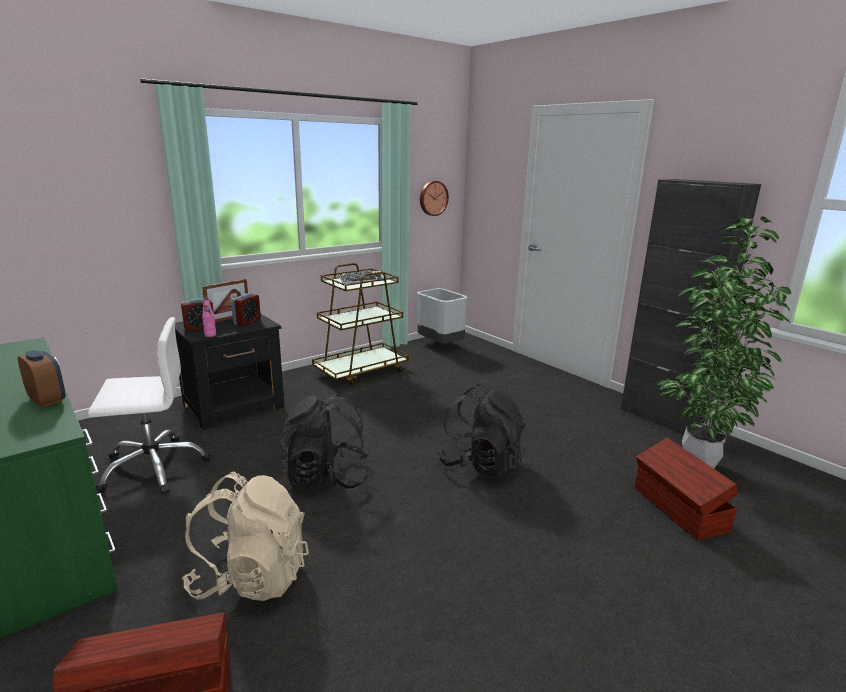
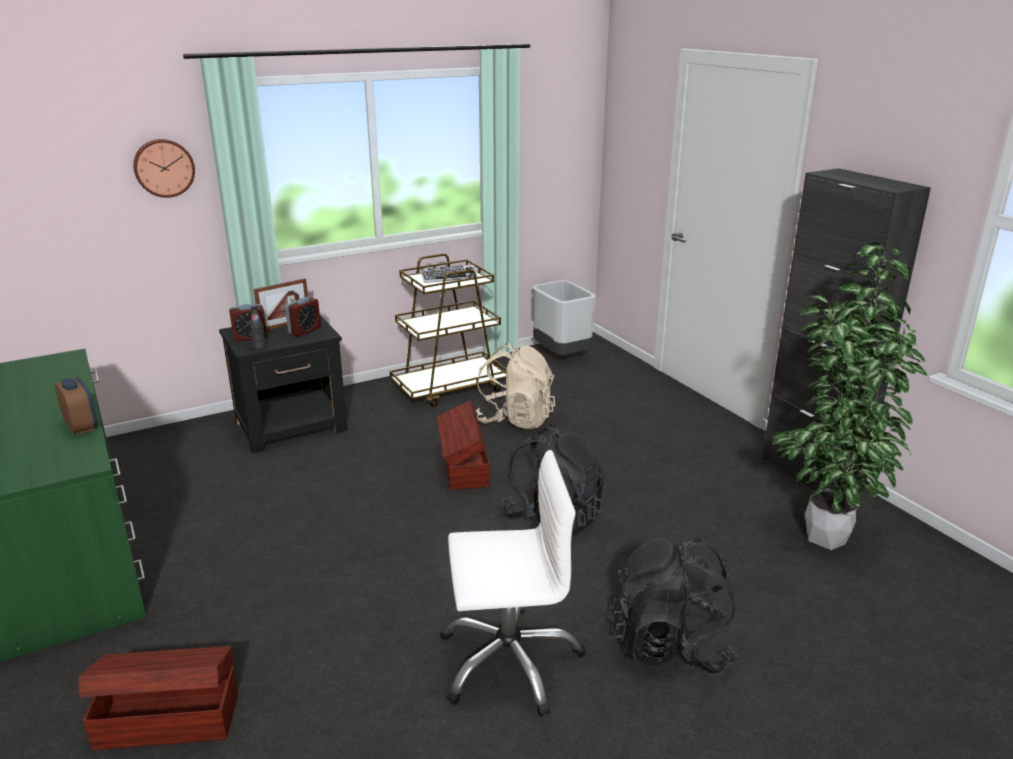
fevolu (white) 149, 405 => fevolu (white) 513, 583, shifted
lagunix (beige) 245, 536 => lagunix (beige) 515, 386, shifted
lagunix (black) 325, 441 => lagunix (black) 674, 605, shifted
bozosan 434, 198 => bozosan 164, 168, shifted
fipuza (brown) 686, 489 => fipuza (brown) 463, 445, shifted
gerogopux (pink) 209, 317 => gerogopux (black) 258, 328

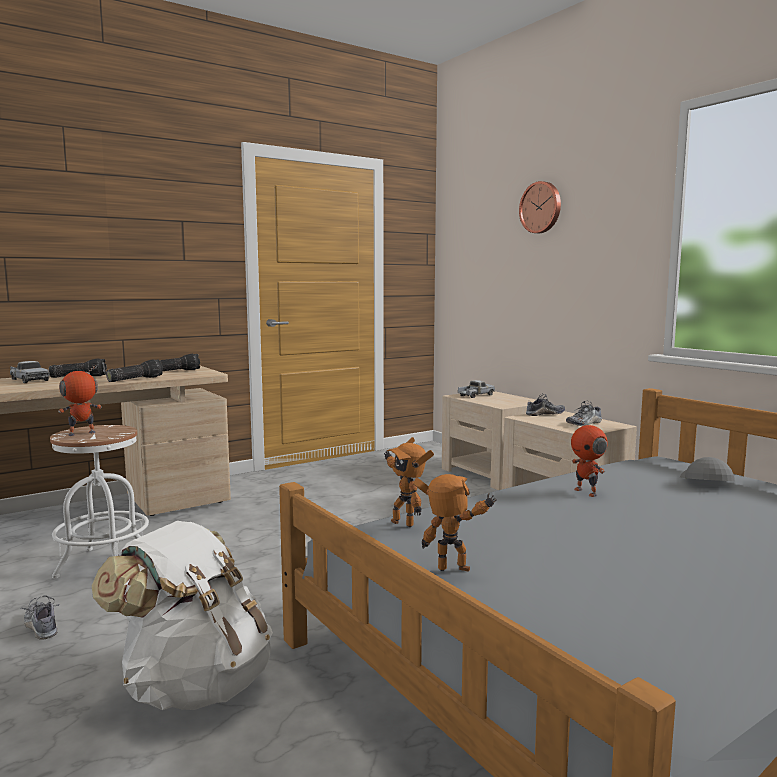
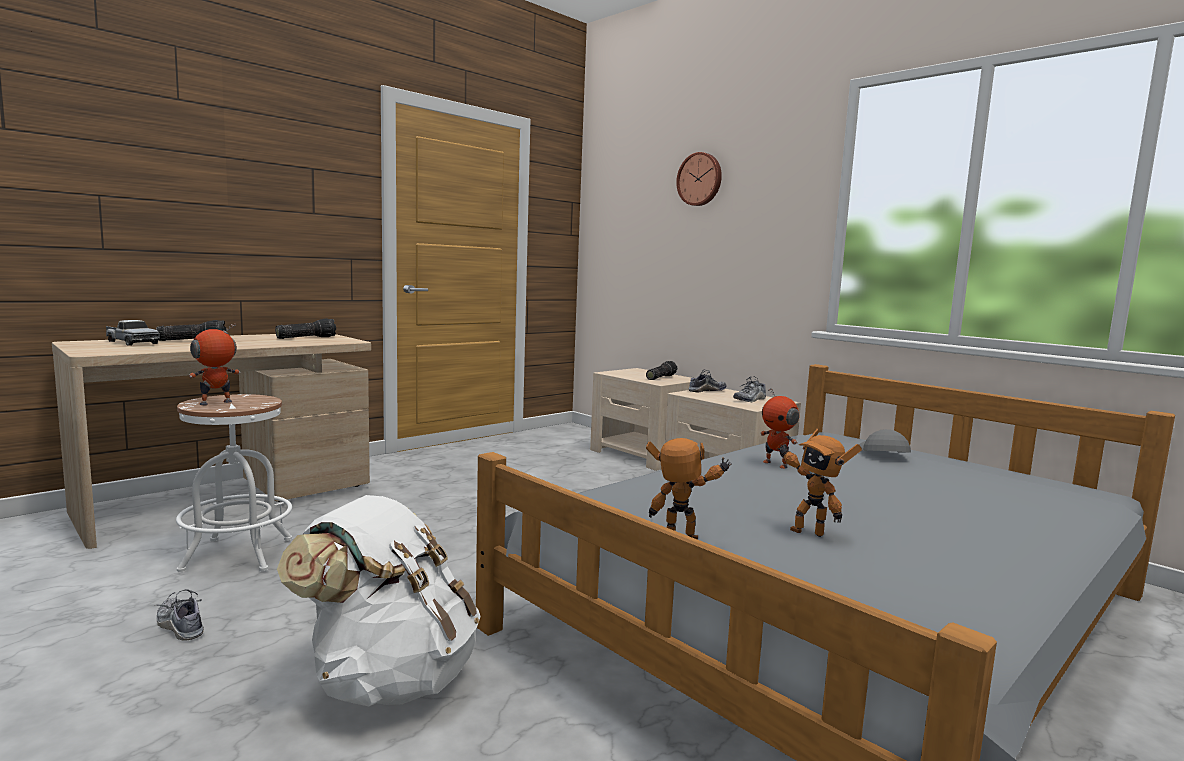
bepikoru 476, 389 => nothing
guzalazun 134, 370 => guzalazun 661, 370, shifted
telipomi 409, 482 => telipomi 820, 483, shifted

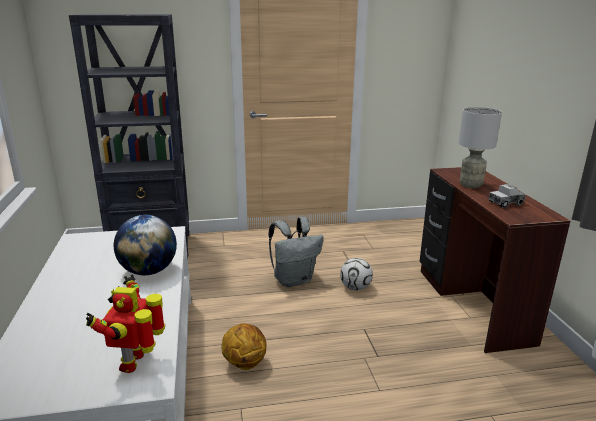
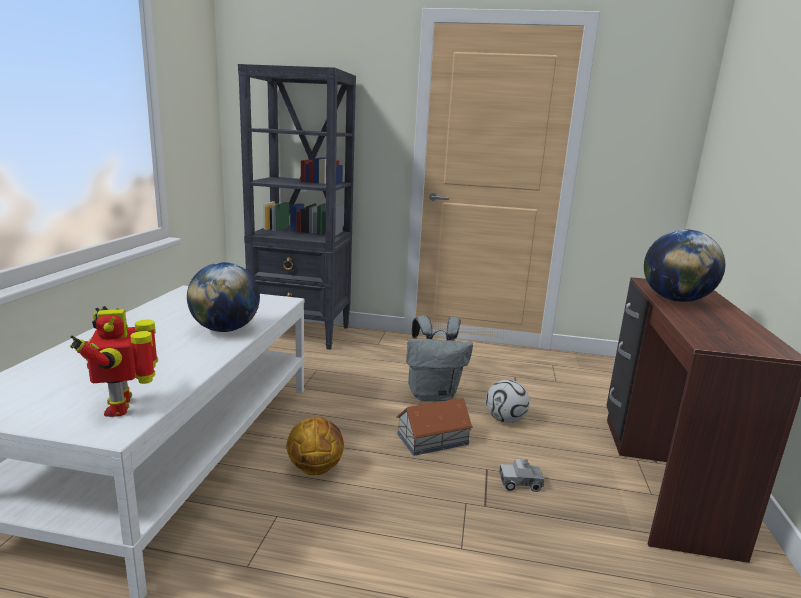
nothing => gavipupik 434, 427
bepikoru 507, 196 => bepikoru 521, 475, shifted
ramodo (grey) 480, 147 => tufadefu 684, 265
telipomi 125, 323 => telipomi 114, 361, 45 degrees counterclockwise

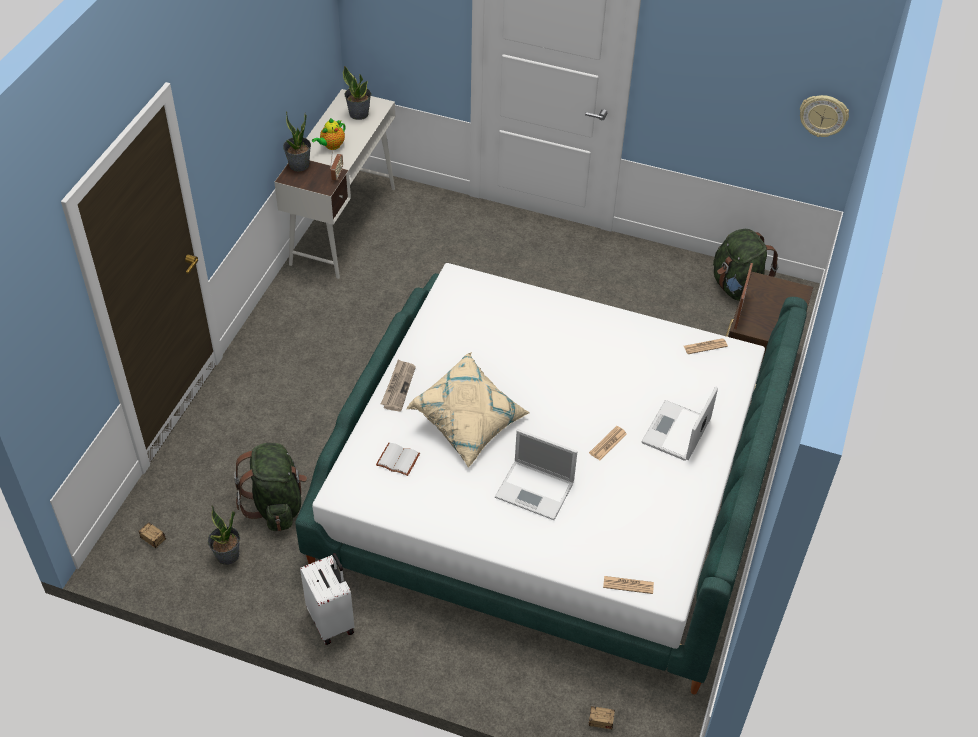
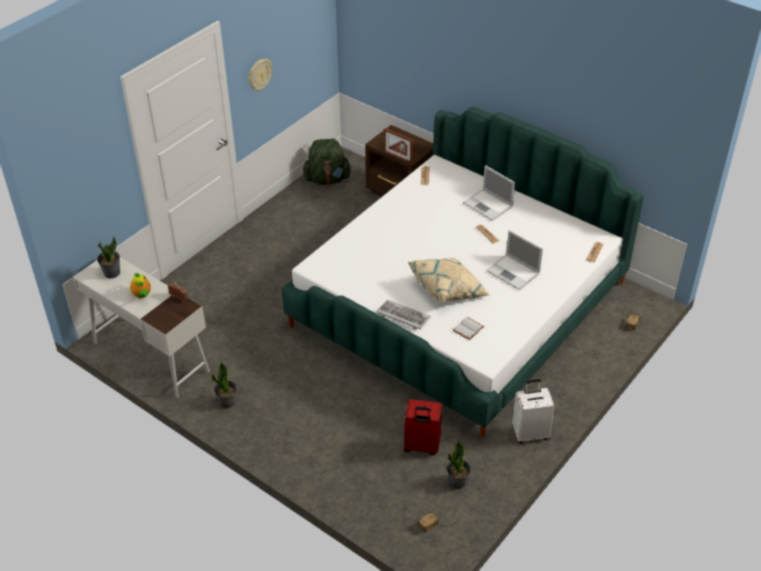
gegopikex 297, 141 => gegopikex 224, 385, shifted
bozosan 824, 116 => bozosan 260, 74, shifted
lagunix (green) 270, 487 => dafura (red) 423, 427
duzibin 398, 385 => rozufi 403, 315
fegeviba 536, 474 => fegeviba 514, 260, 90 degrees clockwise

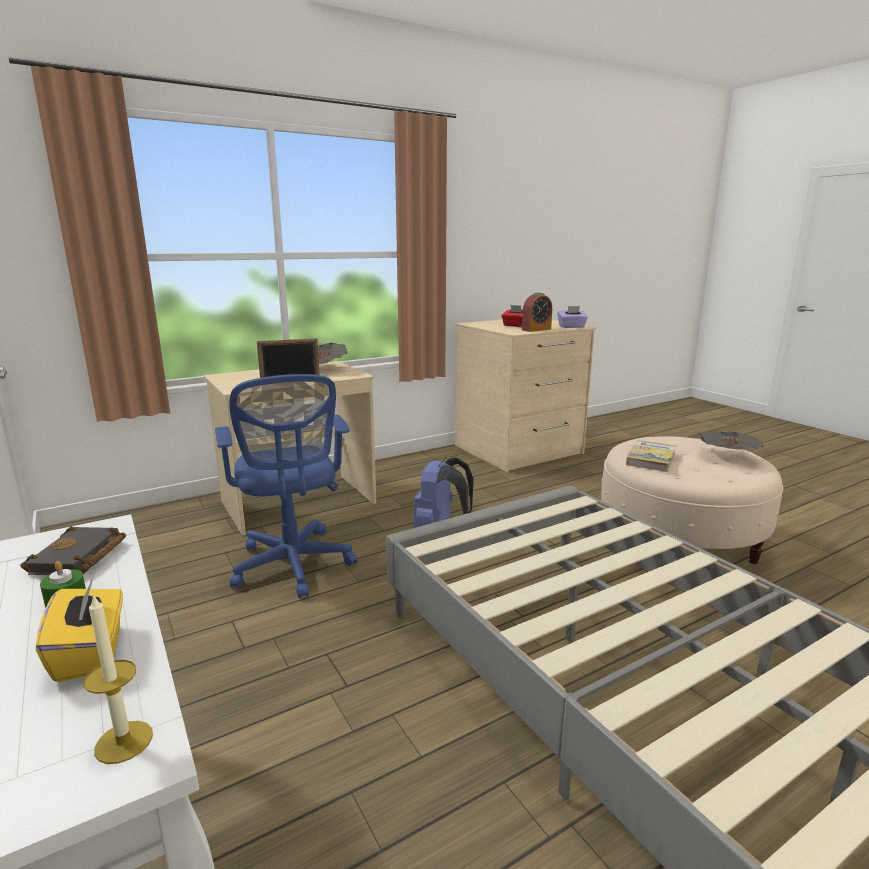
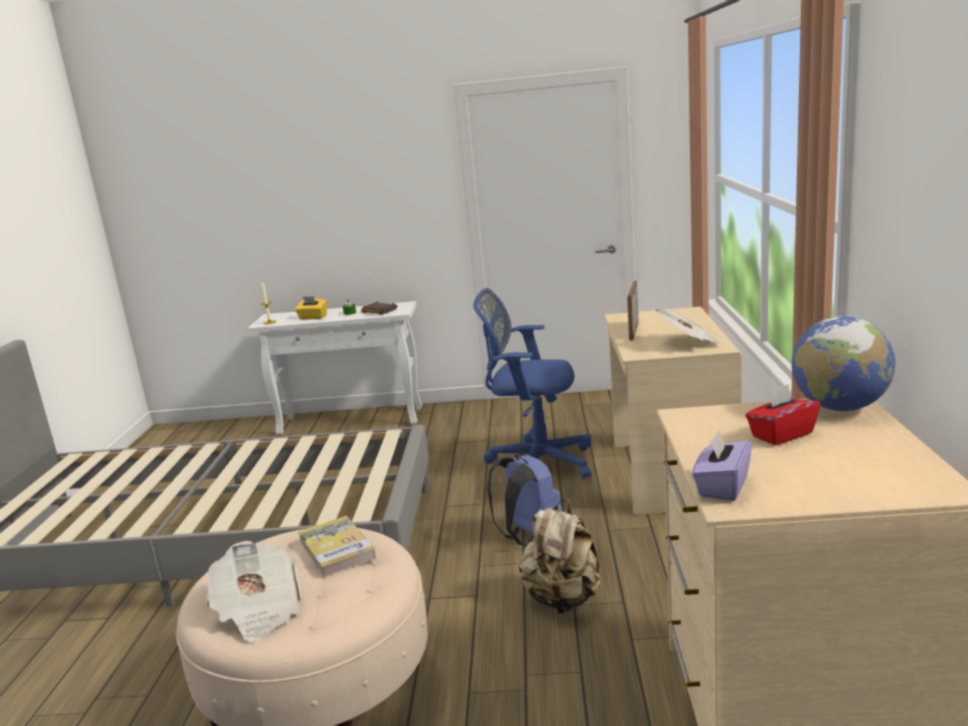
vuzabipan 537, 312 => nothing
nothing => lagunix (beige) 560, 556
nothing => tufadefu 843, 363

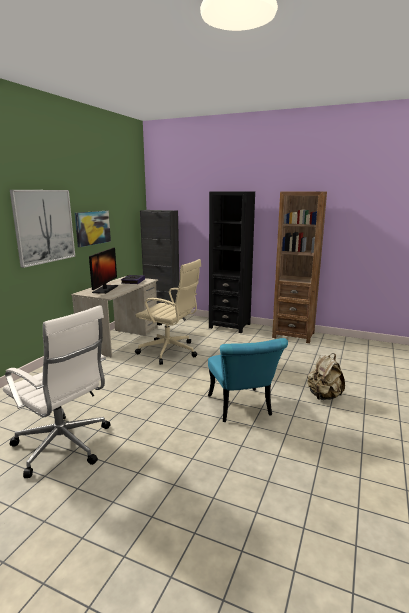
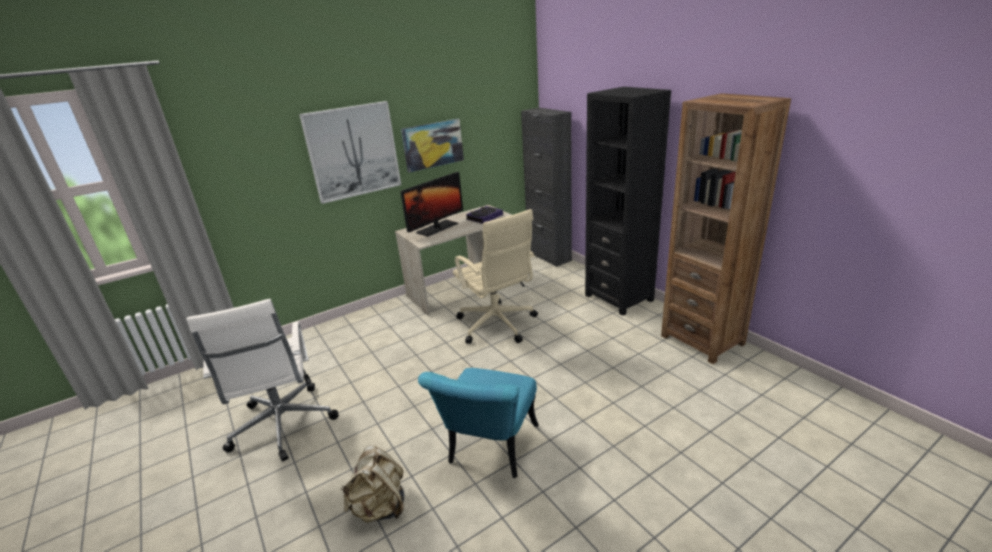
lagunix (beige) 326, 376 => lagunix (beige) 372, 484, shifted

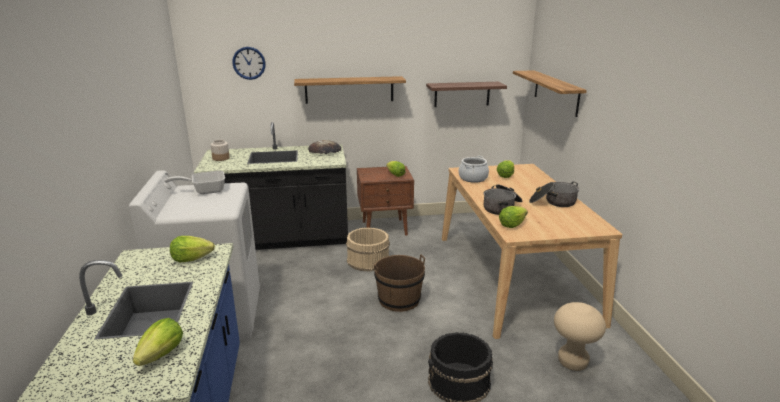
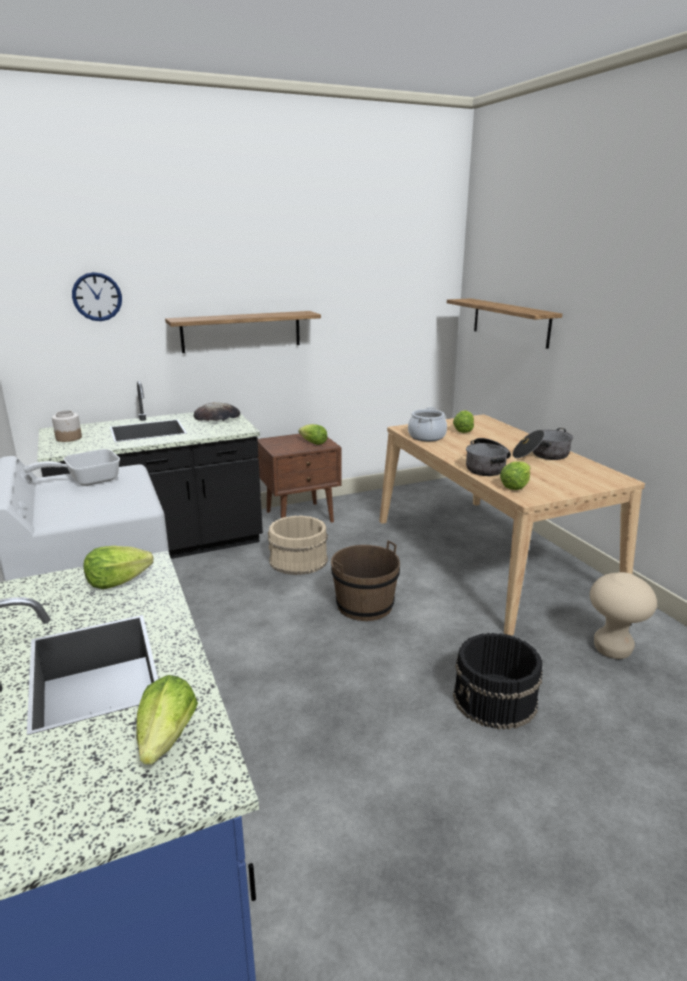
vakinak 466, 94 => nothing

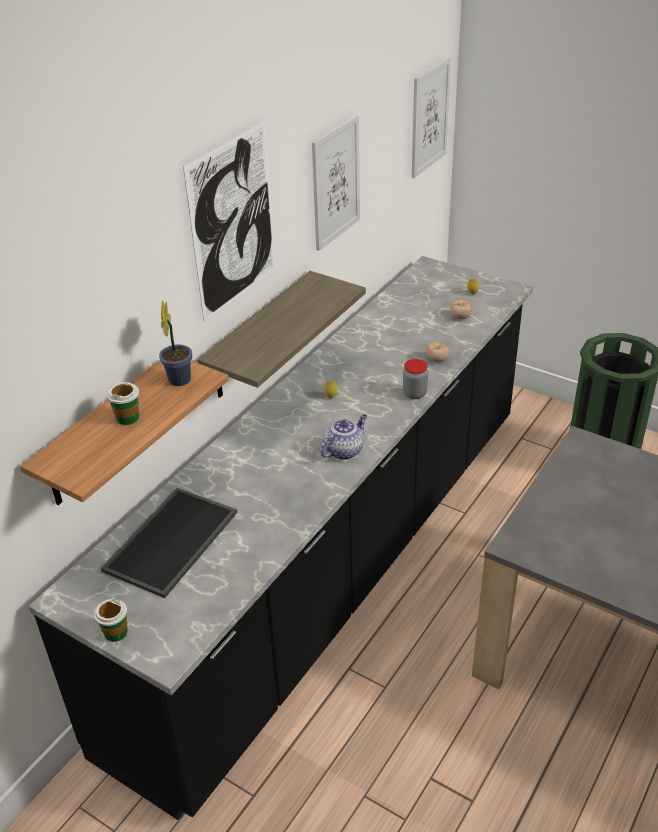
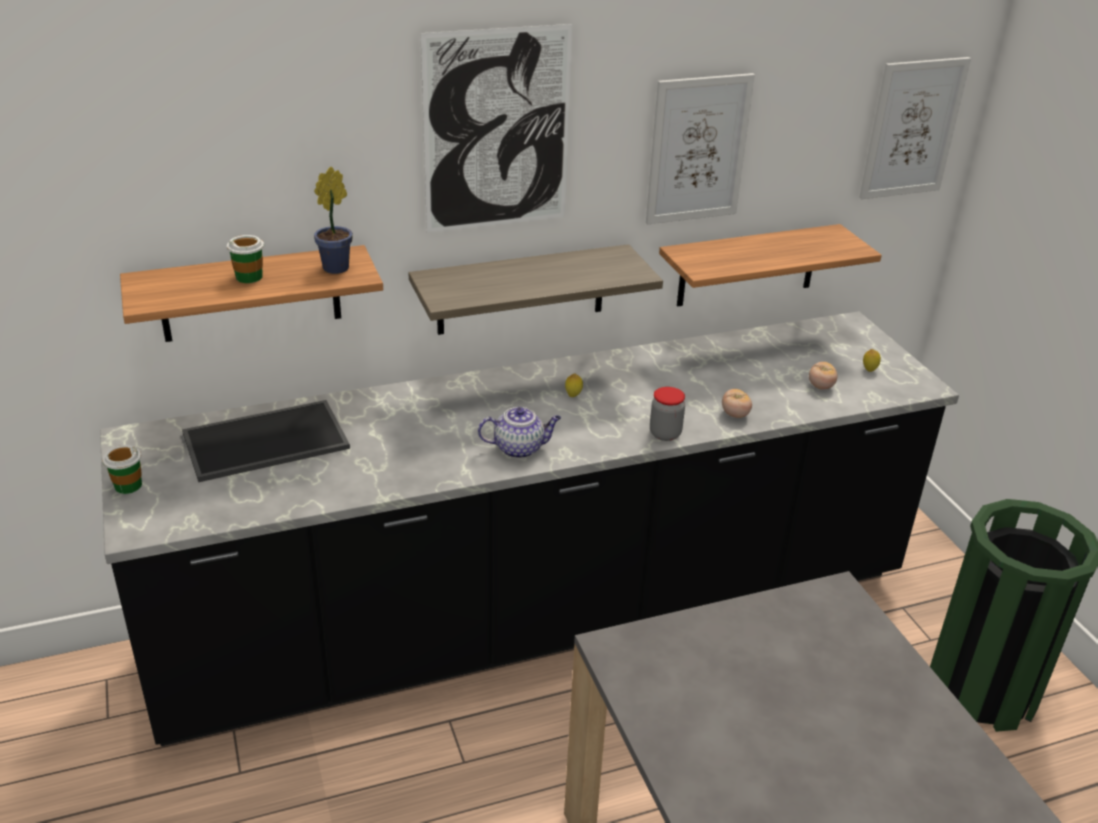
nothing => vakinak 770, 265

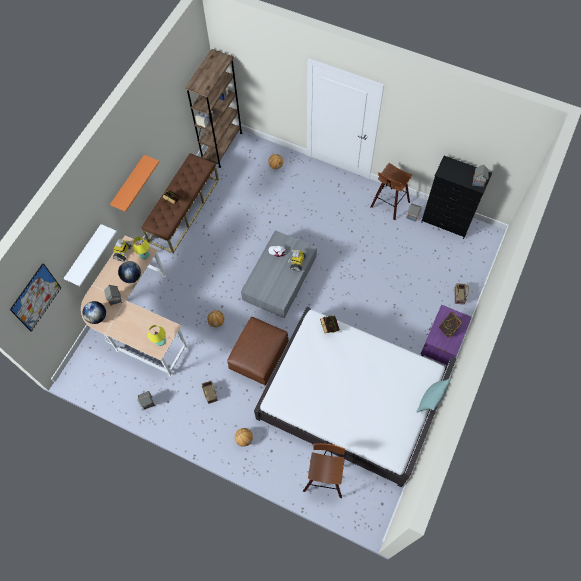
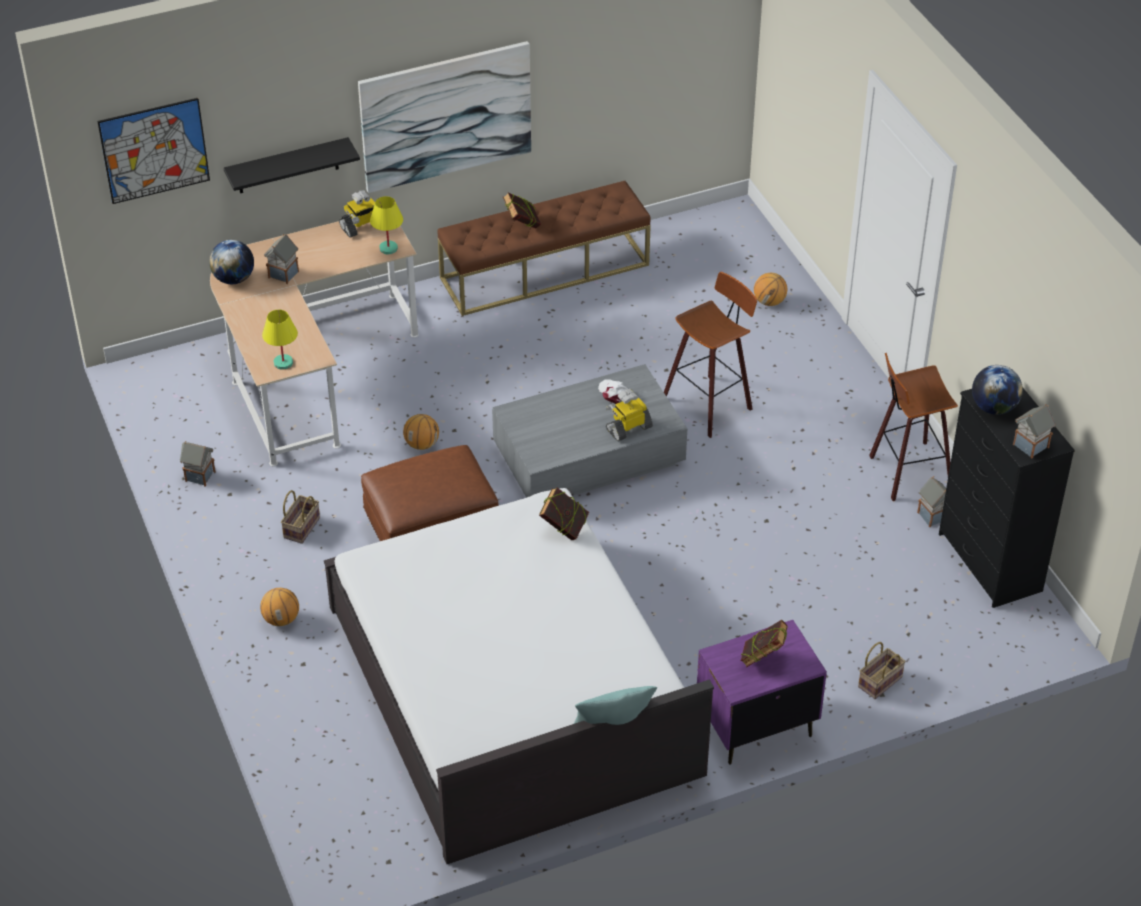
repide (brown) 213, 108 => nothing
tufadefu 129, 272 => tufadefu 997, 390, shifted
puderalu 324, 470 => puderalu 710, 355, shifted
vakinak (orange) 134, 183 => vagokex 444, 117
vakinak (white) 90, 255 => vakinak (black) 292, 165

